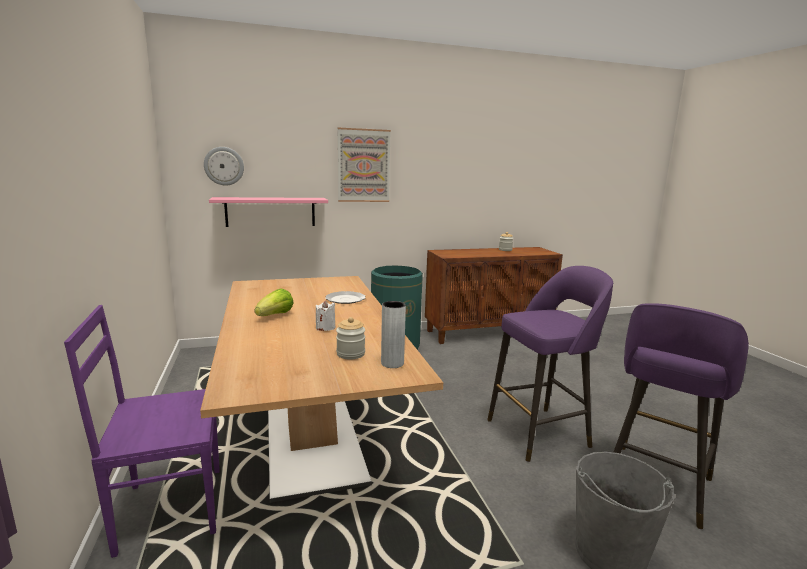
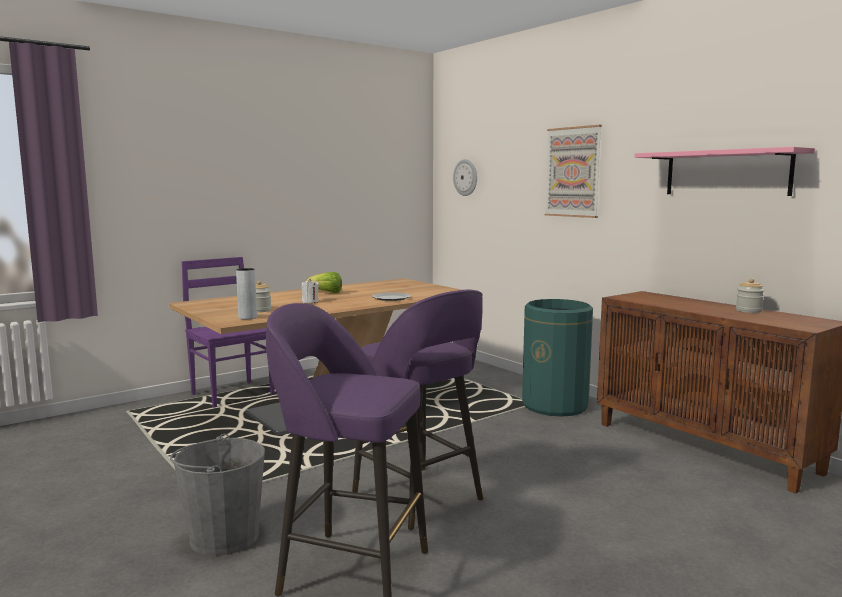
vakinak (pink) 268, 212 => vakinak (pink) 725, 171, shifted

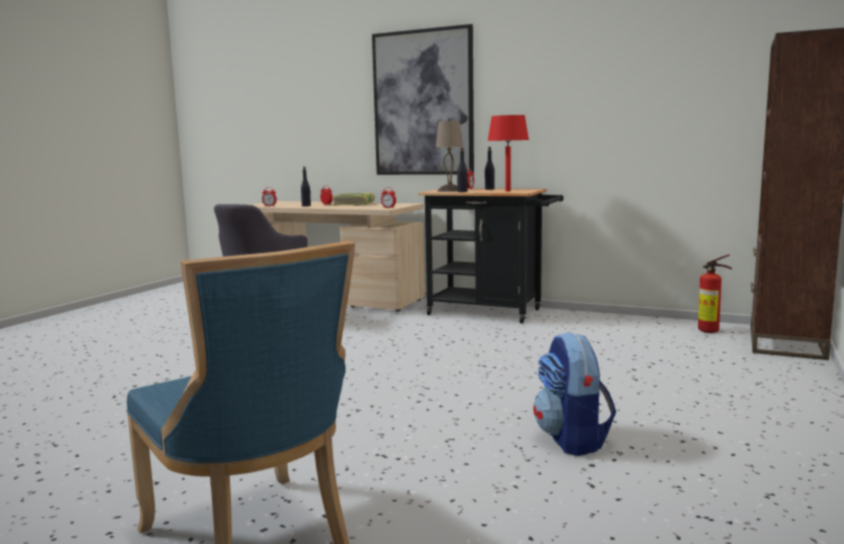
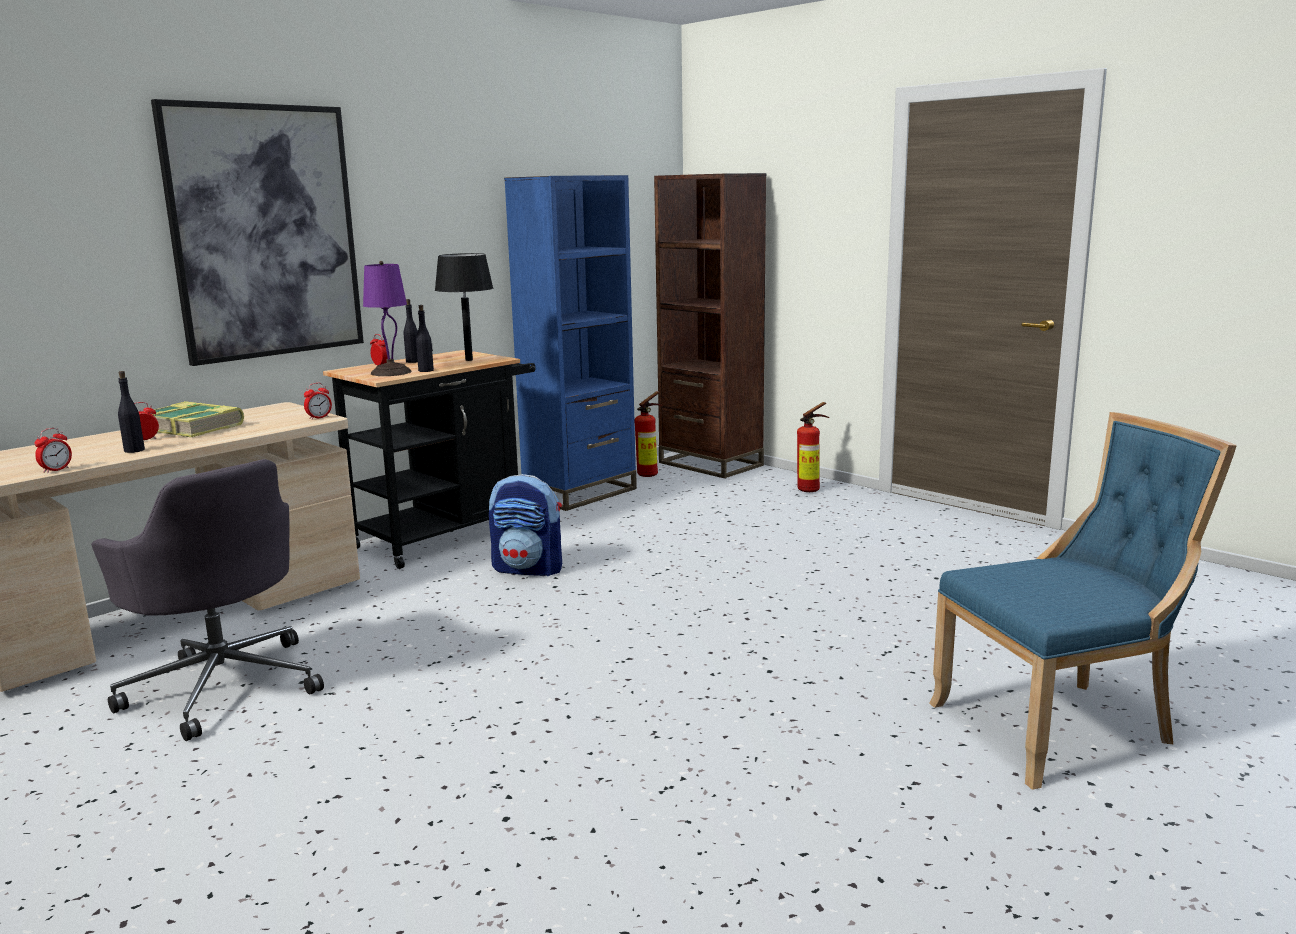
nothing => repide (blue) 570, 343
nothing => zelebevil 813, 447
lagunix 574, 394 => lagunix 525, 525, shifted
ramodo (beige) 449, 155 => ramodo (purple) 387, 318
ramodo (red) 508, 153 => ramodo (black) 464, 307

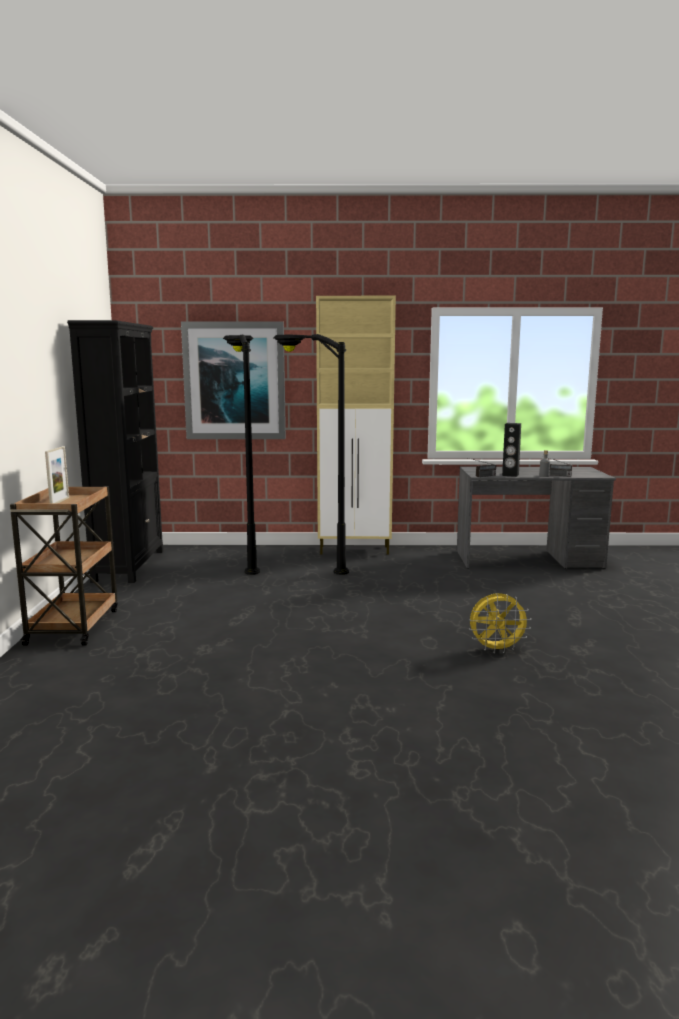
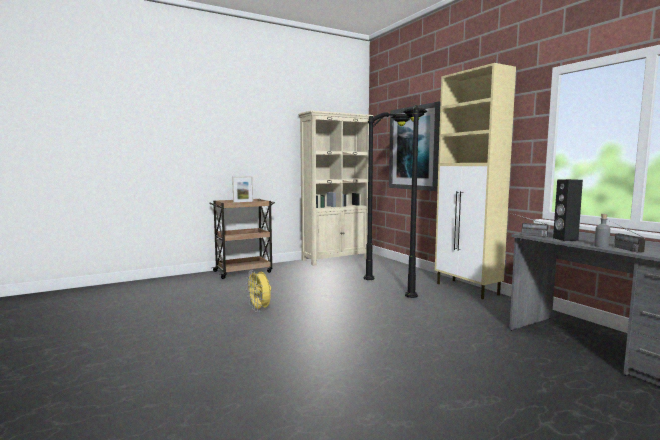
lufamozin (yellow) 500, 623 => lufamozin (yellow) 258, 291, shifted
repide (black) 115, 451 => repide (beige) 335, 188

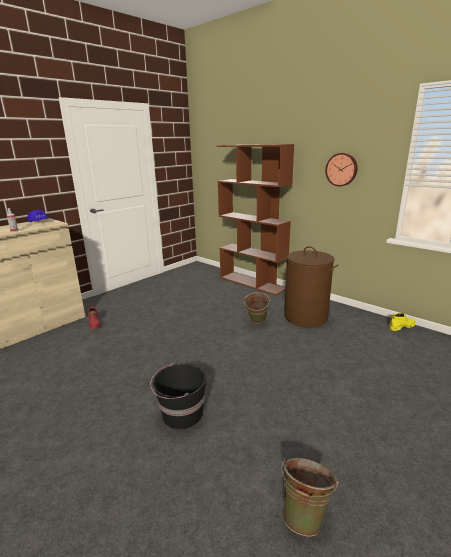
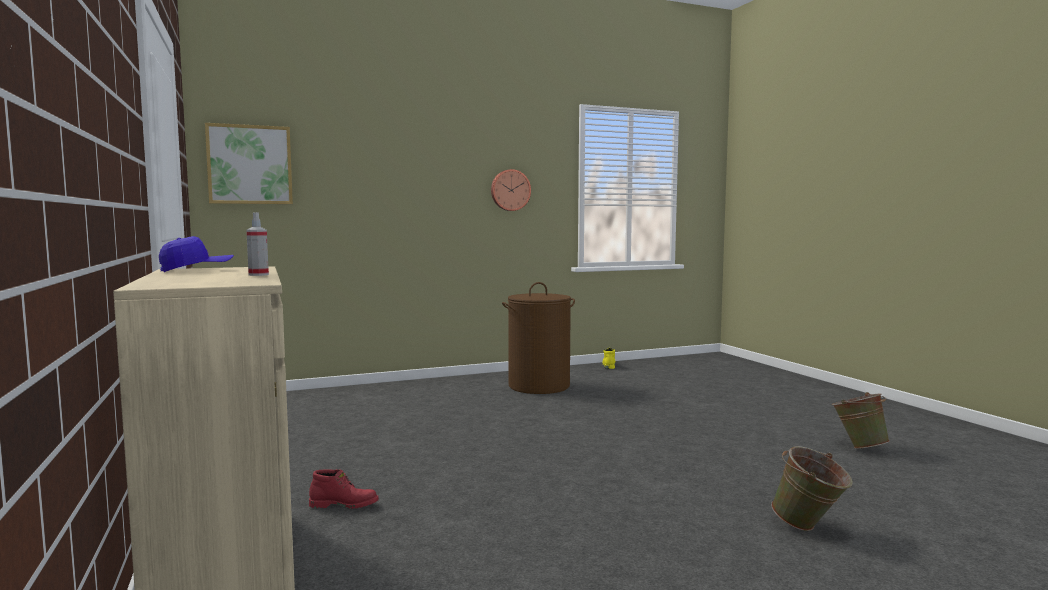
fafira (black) 178, 396 => nothing
repide (brown) 255, 220 => nothing
nothing => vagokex 249, 163
fafira (green) 257, 307 => fafira (green) 812, 488, shifted

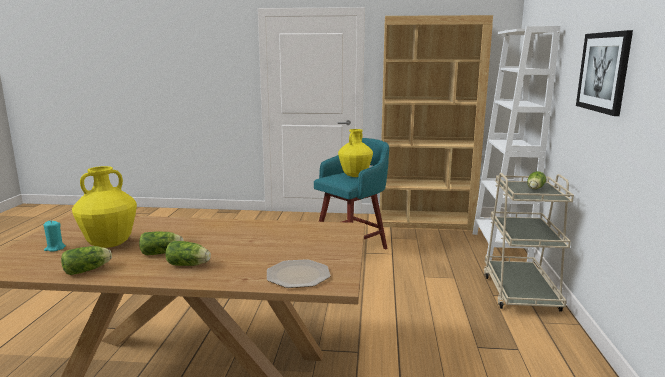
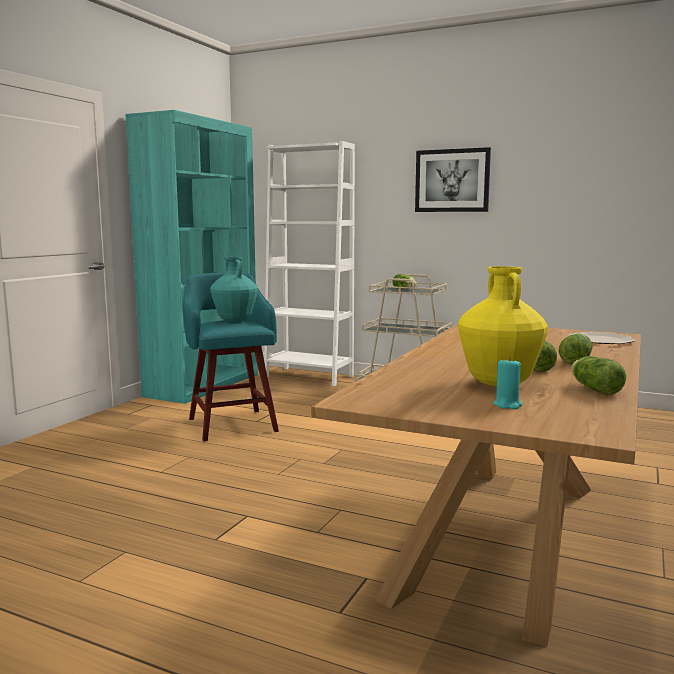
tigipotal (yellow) 355, 153 => tigipotal (turquoise) 234, 289
repide (brown) 436, 123 => repide (turquoise) 191, 257

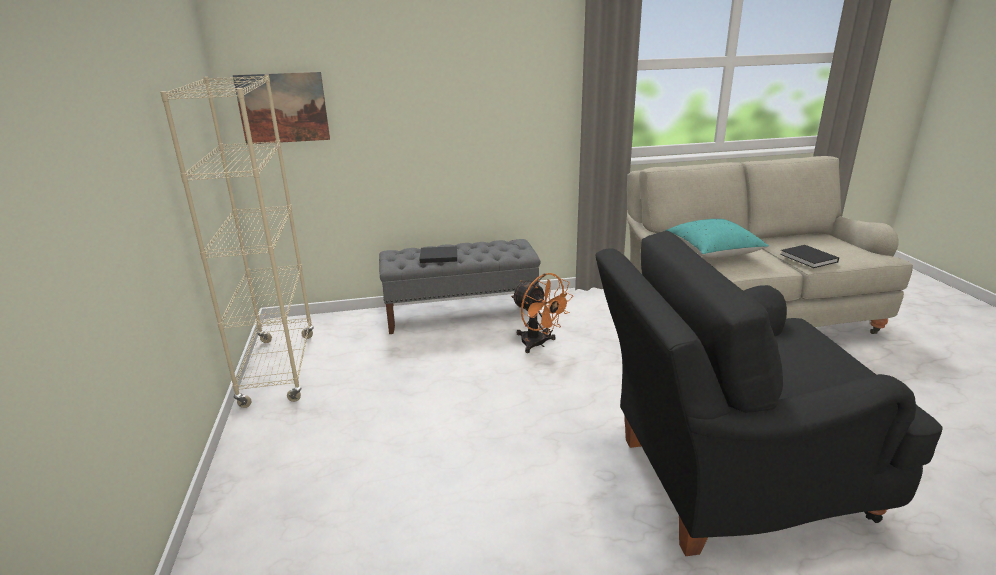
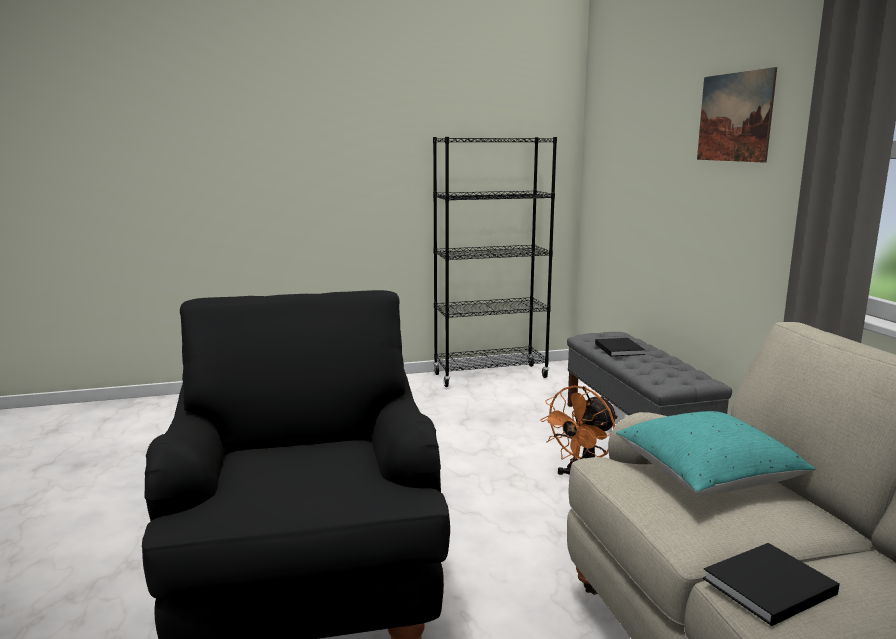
vagokex 281, 108 => vagokex 737, 115, shifted
repide (beige) 237, 241 => repide (black) 495, 262

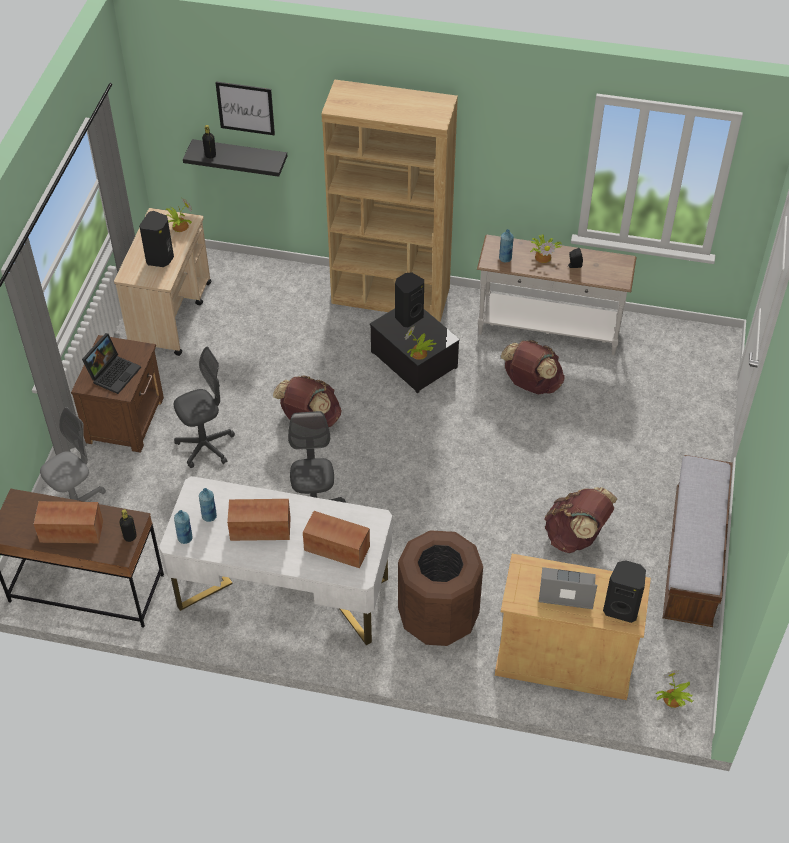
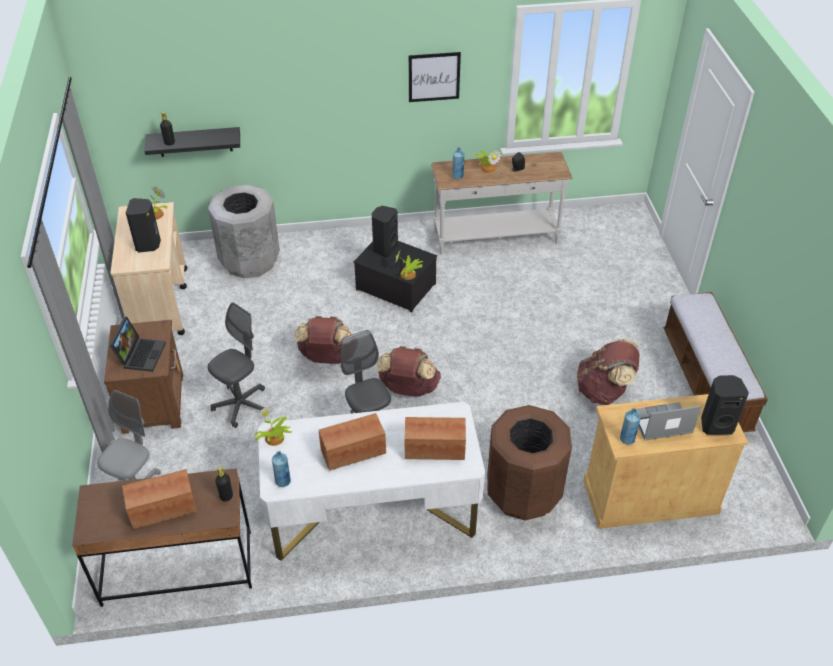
repide (brown) 389, 200 => nothing
nothing => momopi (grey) 244, 232
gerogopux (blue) 208, 505 => gerogopux (blue) 630, 426, shifted
vagokex 245, 108 => vagokex 435, 77, shifted
lagunix (brown) 533, 367 => lagunix (brown) 409, 371, shifted
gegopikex 674, 689 => gegopikex 273, 425, shifted

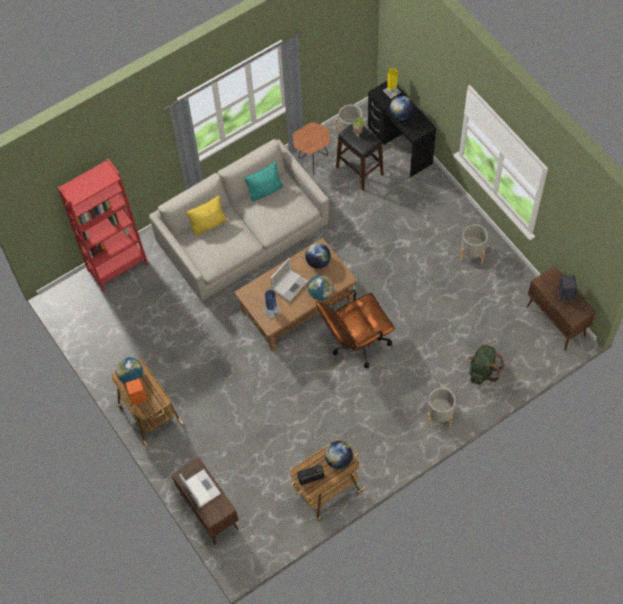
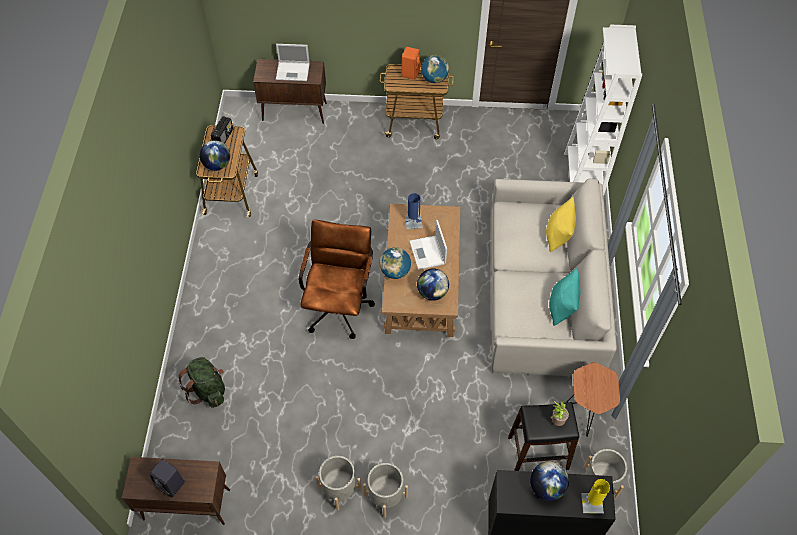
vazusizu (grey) 441, 407 => vazusizu (grey) 385, 490, shifted
repide (red) 103, 225 => repide (white) 603, 110

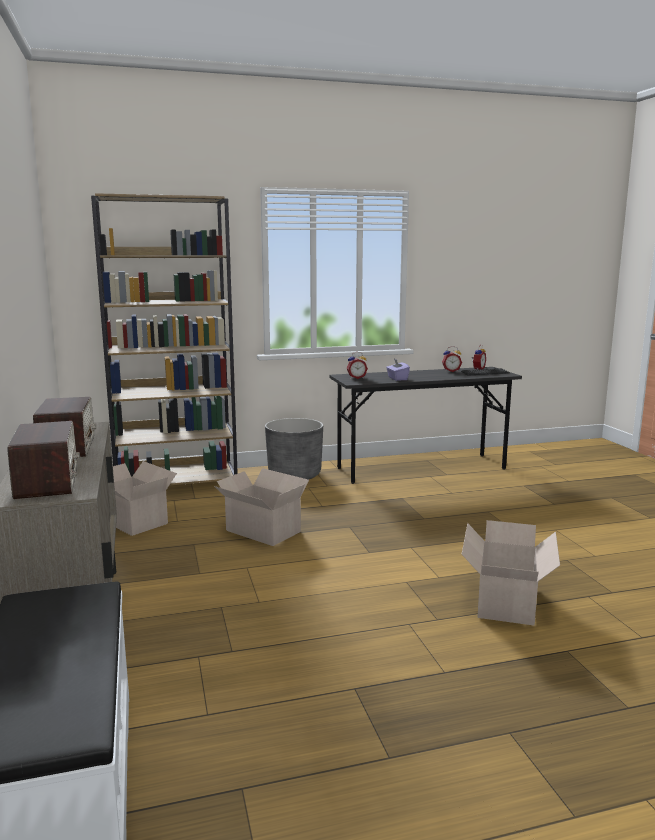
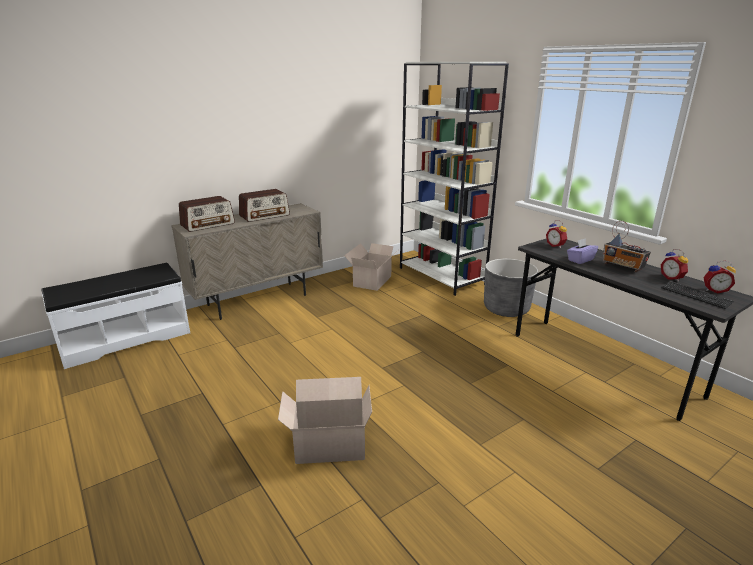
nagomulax 261, 507 => nothing
nothing => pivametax 627, 246
repide (brown) 164, 339 => repide (white) 454, 179

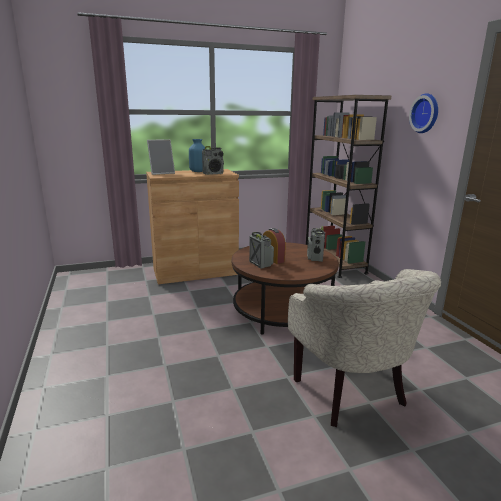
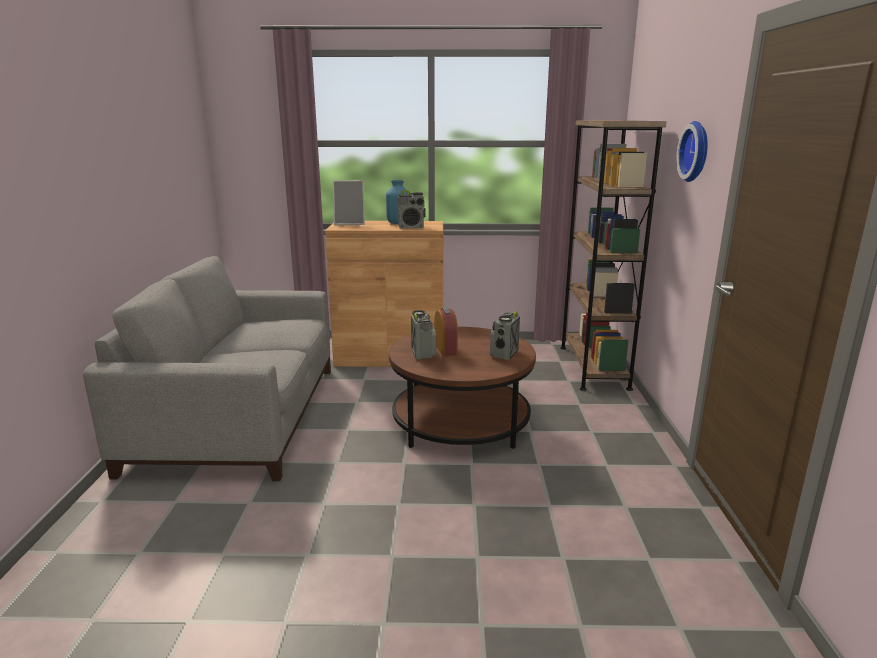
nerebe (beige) 364, 348 => nothing
nothing => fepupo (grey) 207, 368

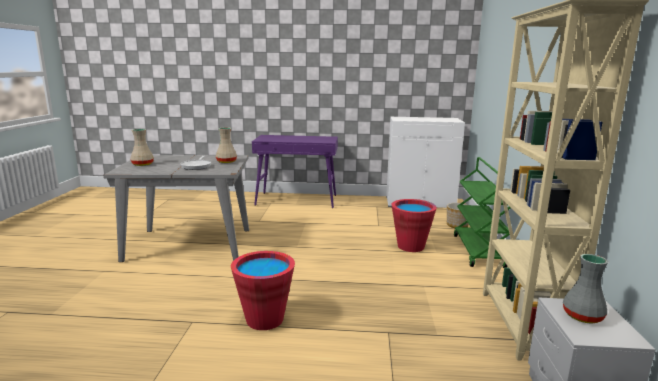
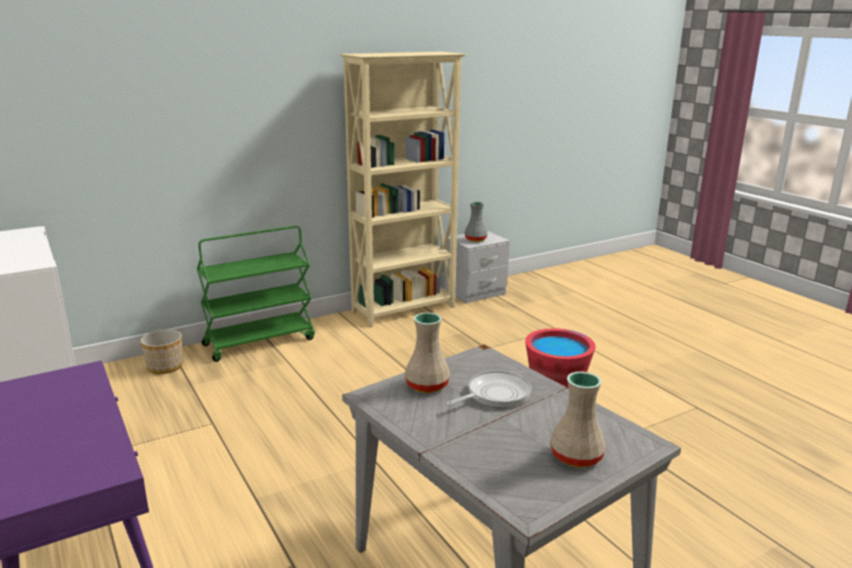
fafira (red) 414, 225 => nothing

